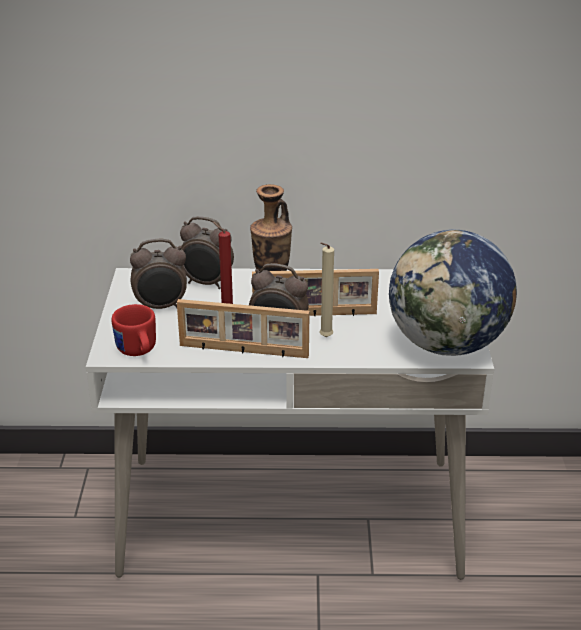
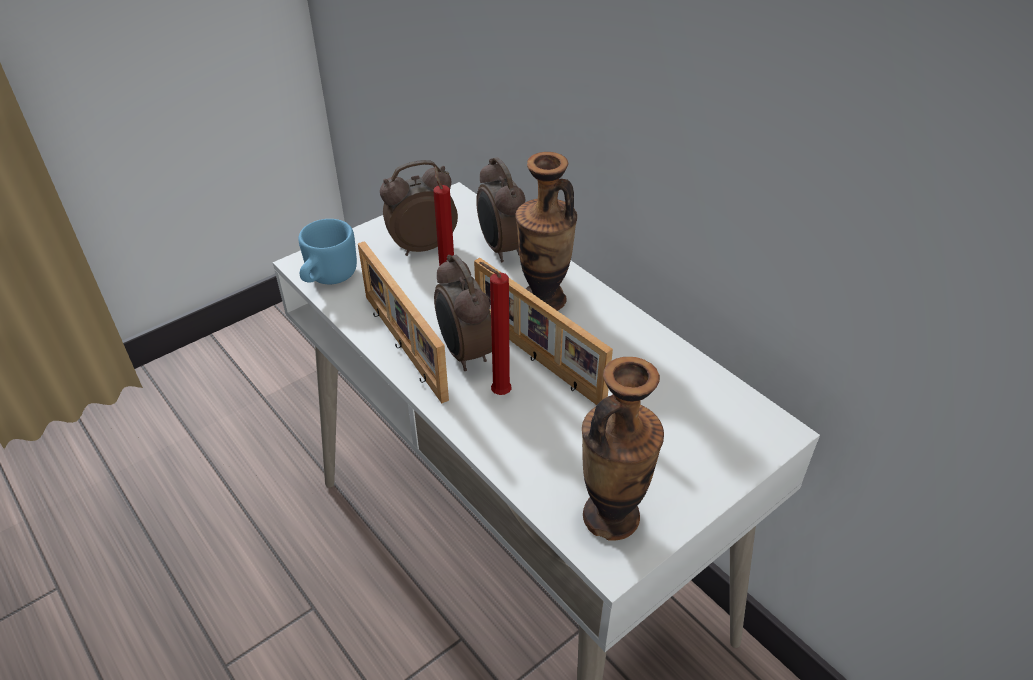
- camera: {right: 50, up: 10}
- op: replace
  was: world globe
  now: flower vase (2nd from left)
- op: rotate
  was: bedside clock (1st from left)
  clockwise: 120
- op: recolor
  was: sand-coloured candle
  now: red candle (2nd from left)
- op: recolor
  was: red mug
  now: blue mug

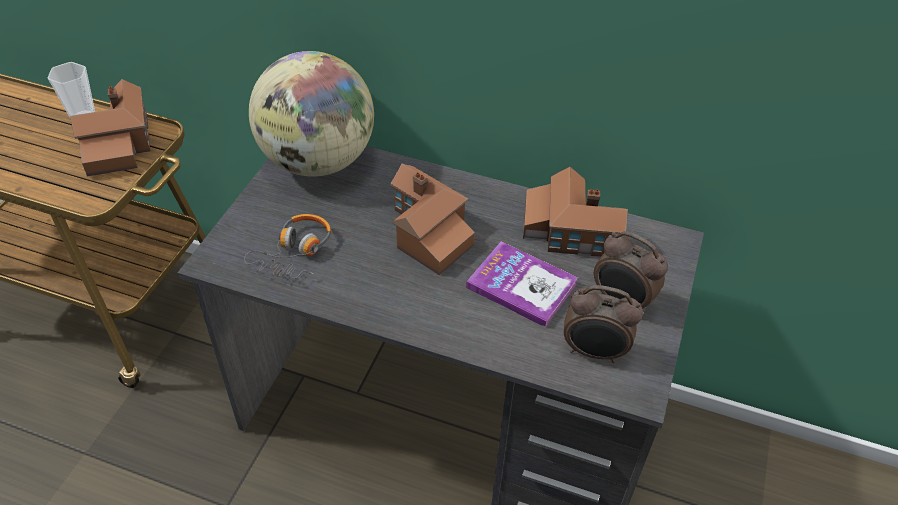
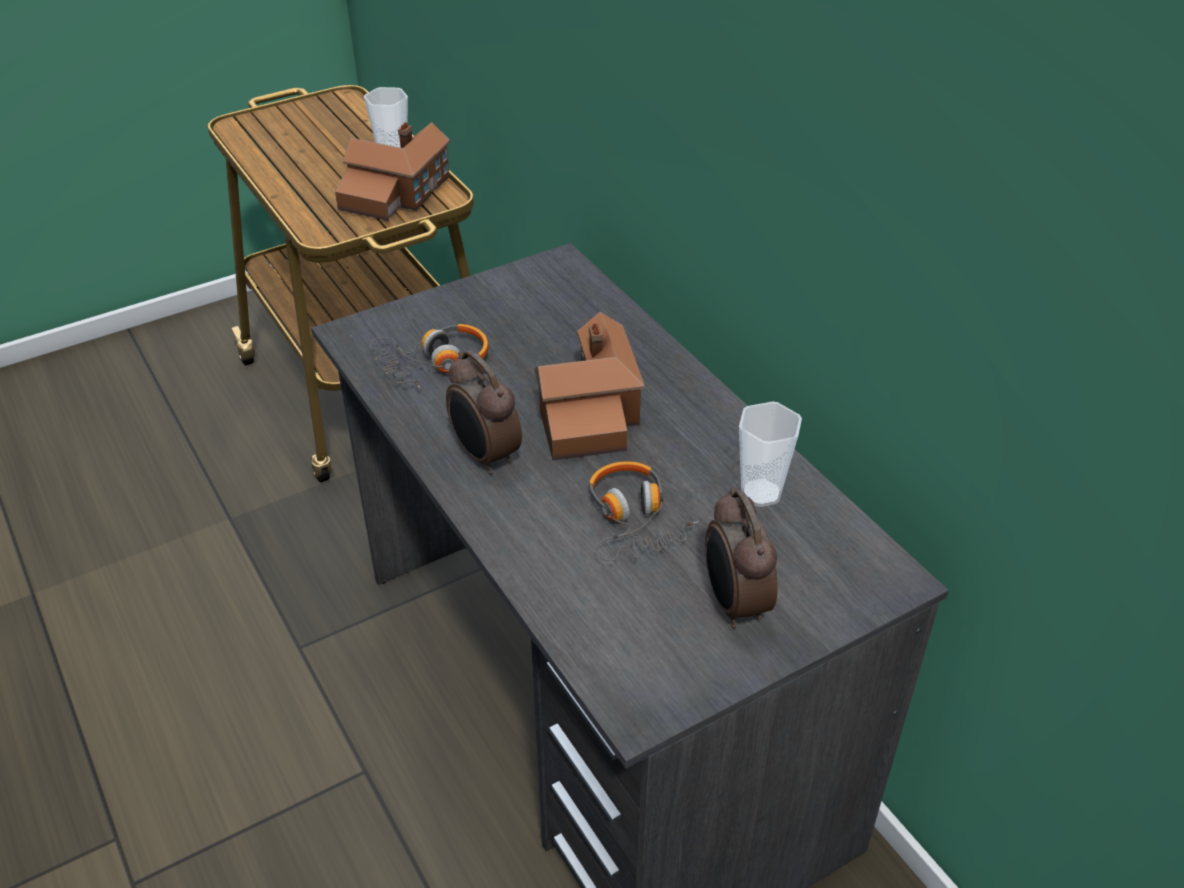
- camera: {right: 40, up: -5}
- op: delete
  was: world globe
- op: replace
  was: model house (3rd from left)
  now: drinking cup (2nd from left)
- op: replace
  was: bound book
  now: headset (2nd from left)
- op: move
  was: bedside clock (1st from left)

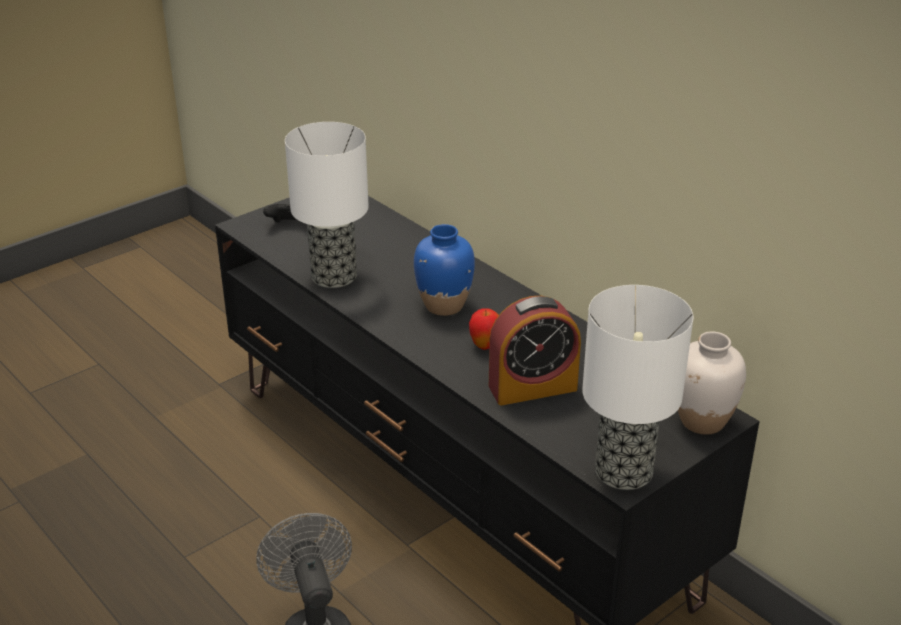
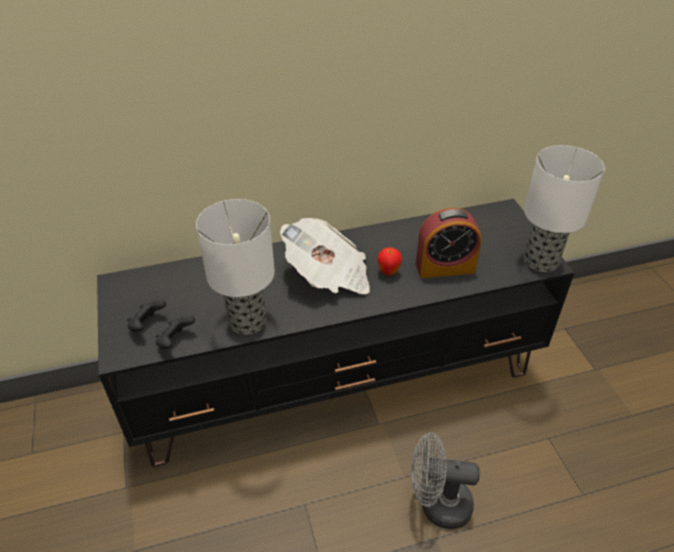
- camera: {right: -65, up: 10}
- op: replace
  was: blue flower vase
  now: printed paper
- op: rotate
  was: bedside clock
  clockwise: 75
- op: delete
  was: whitish flower vase
- op: insert
  now: blackish joypad (2nd from left)

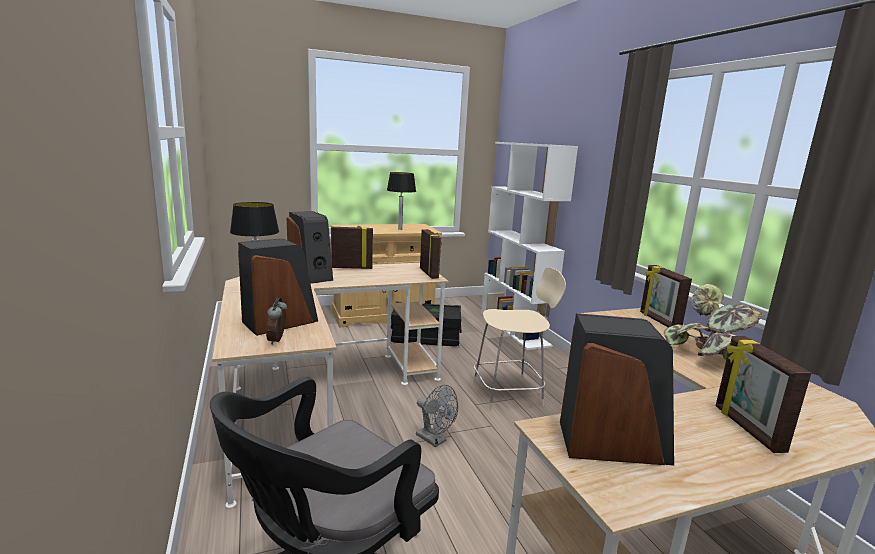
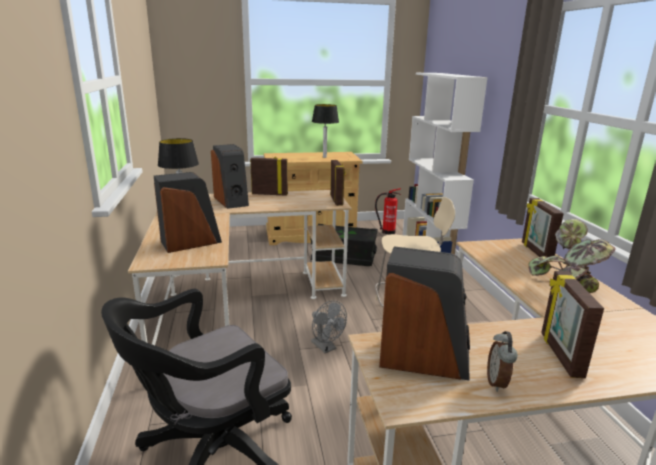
- camera: {right: 10, up: 5}
- op: move
  was: bedside clock
- op: insert
  now: fire extinguisher

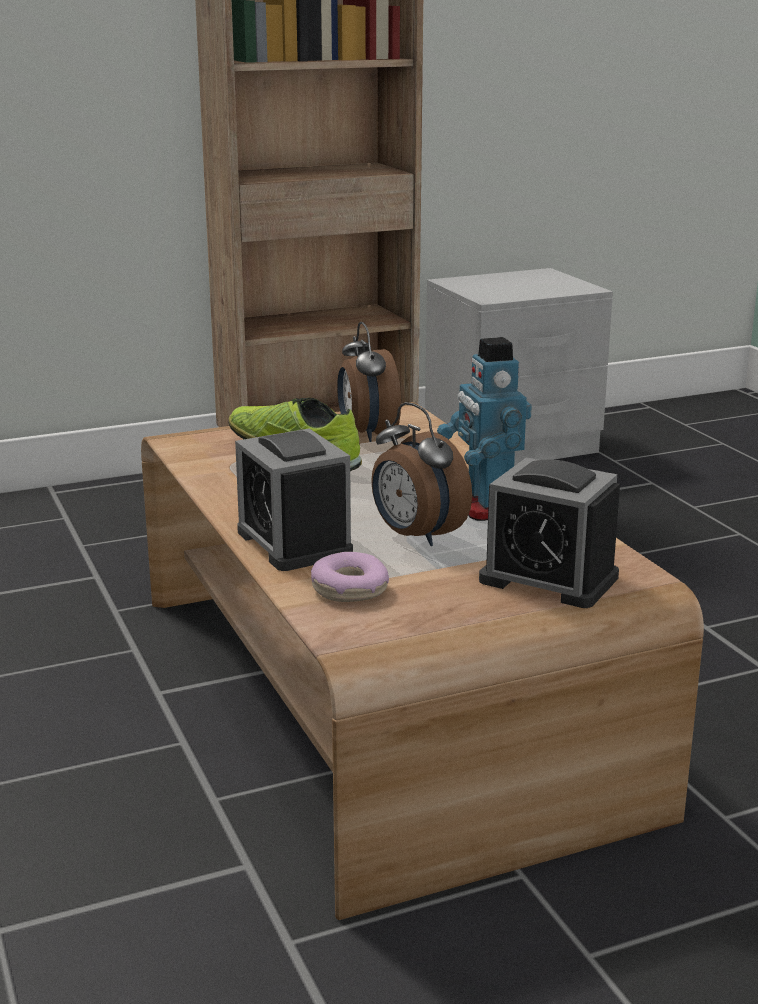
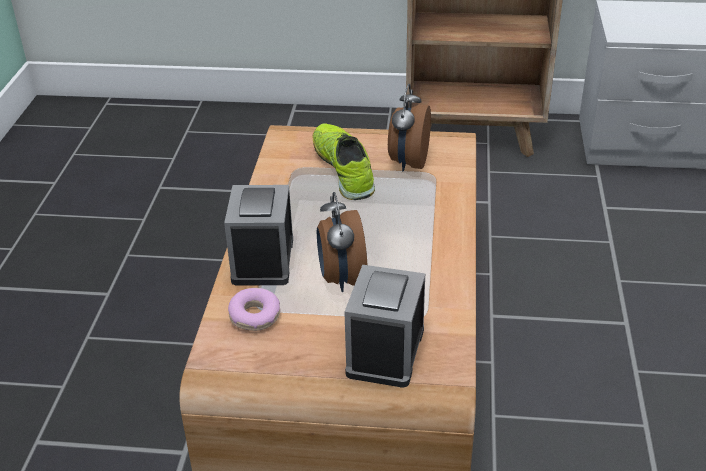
- camera: {right: 30, up: 15}
- op: delete
  was: model robot
- op: rotate
  was: bedside clock (4th from left in the first image)
  clockwise: 45

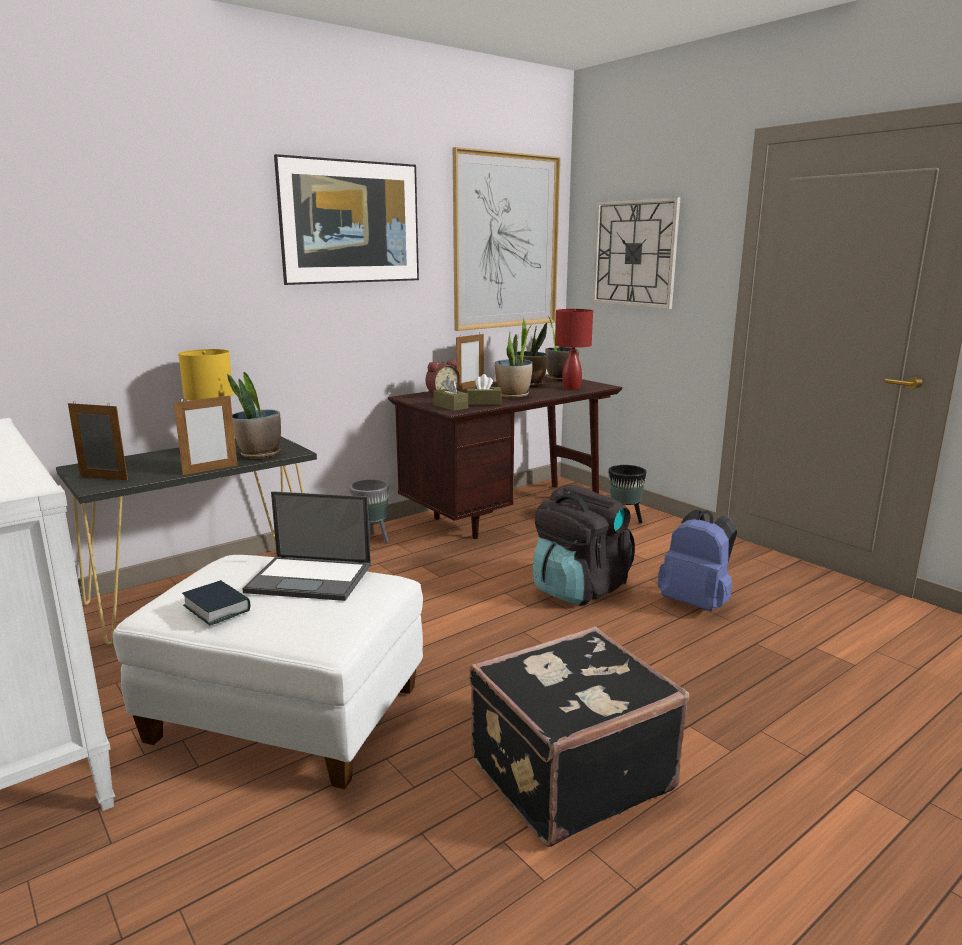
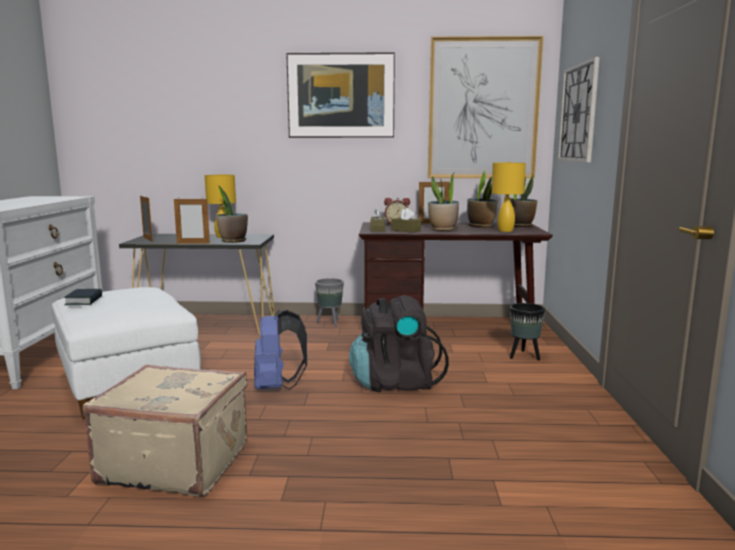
- camera: {right: 40, up: -5}
- op: recolor
  was: red lamp for a table
  now: yellow lamp for a table (2nd from left)
- op: delete
  was: laptop
- op: move
  was: blue rucksack
- op: recolor
  was: blackish suitcase
  now: sand-coloured suitcase

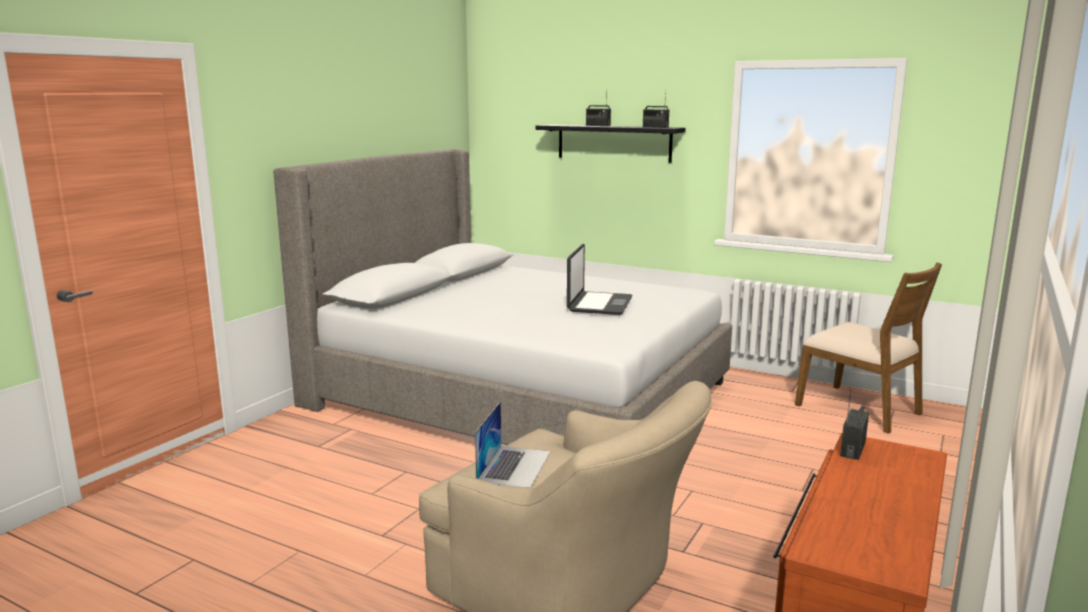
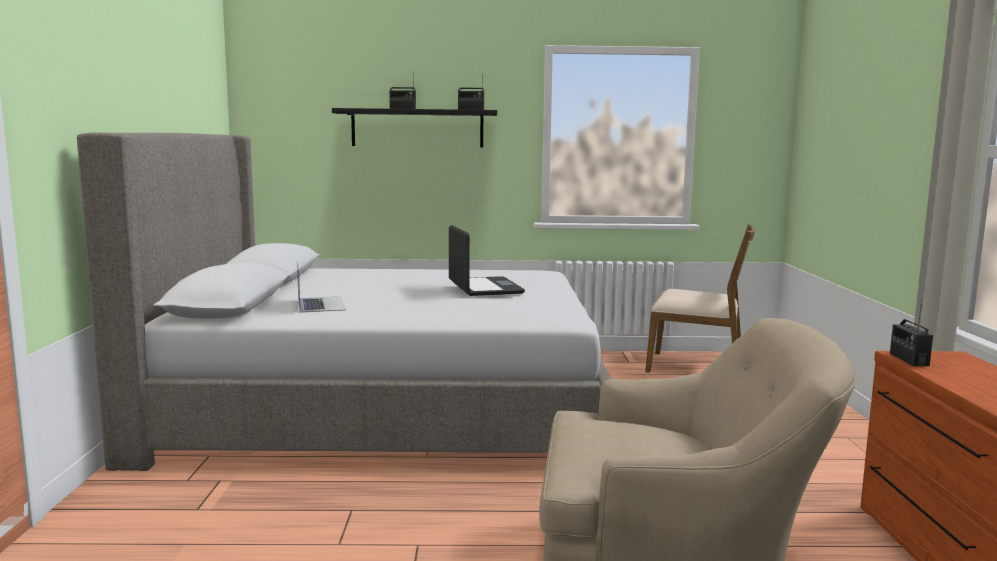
- camera: {right: -30, up: -5}
- op: move
  was: laptop (1st from left)

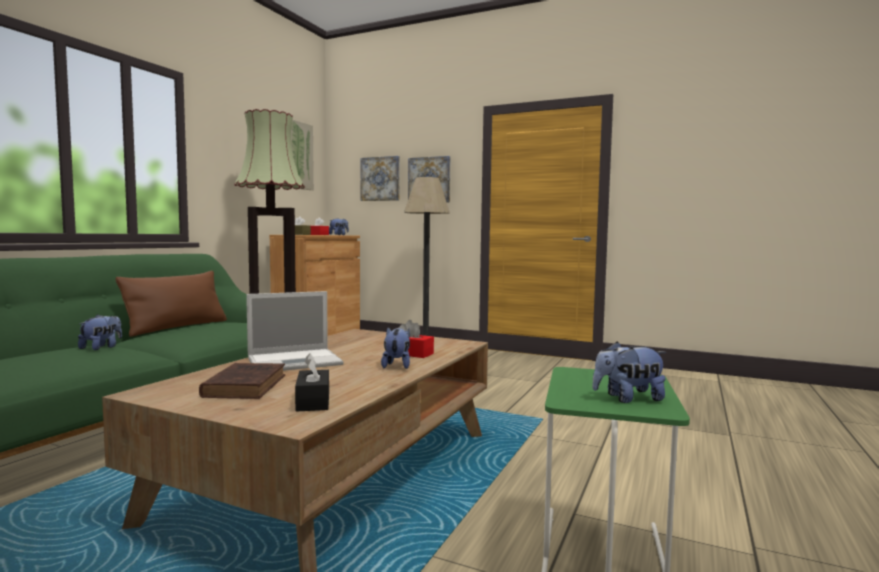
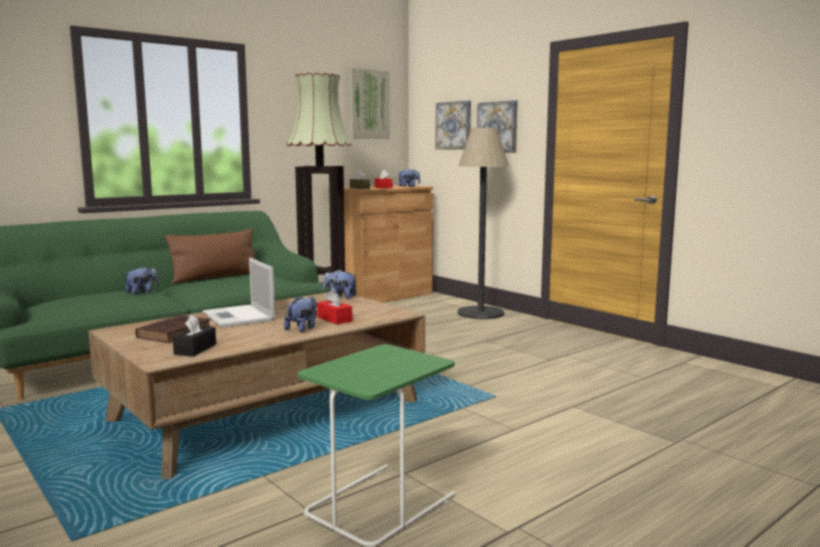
- camera: {right: 25, up: 5}
- op: rotate
  was: laptop
  clockwise: 60
- op: move
  was: plush toy (4th from left in the first image)
  now: plush toy (3rd from left)

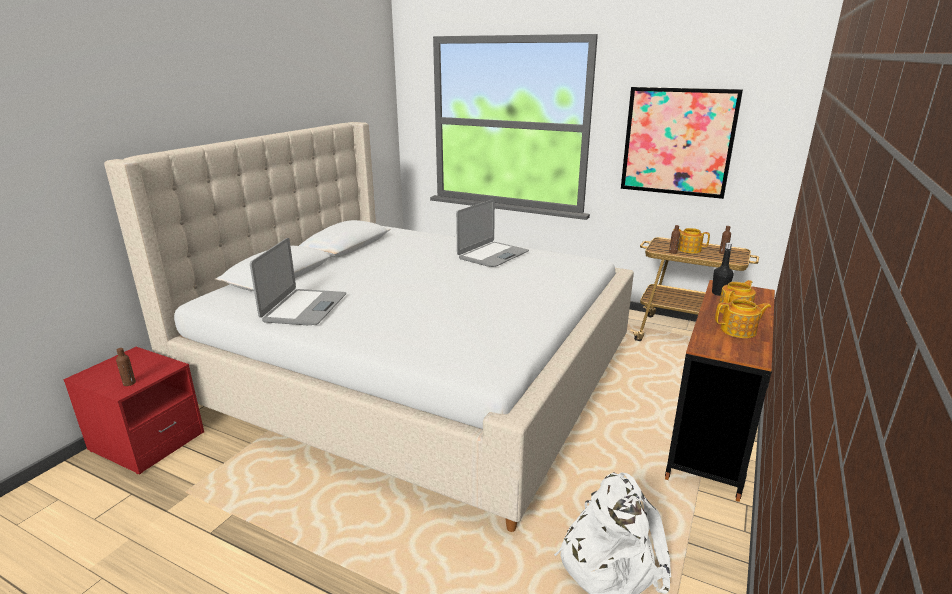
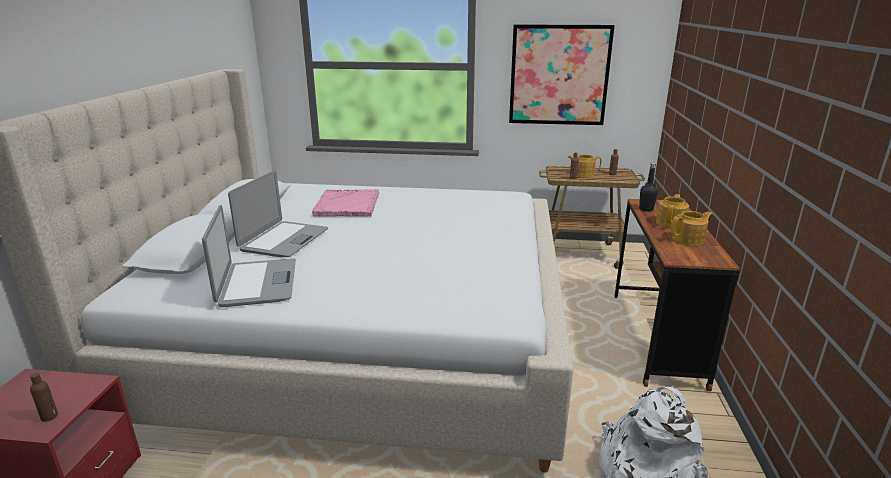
- camera: {right: -20, up: 0}
- op: move
  was: laptop (2nd from left)
- op: insert
  now: pink tray

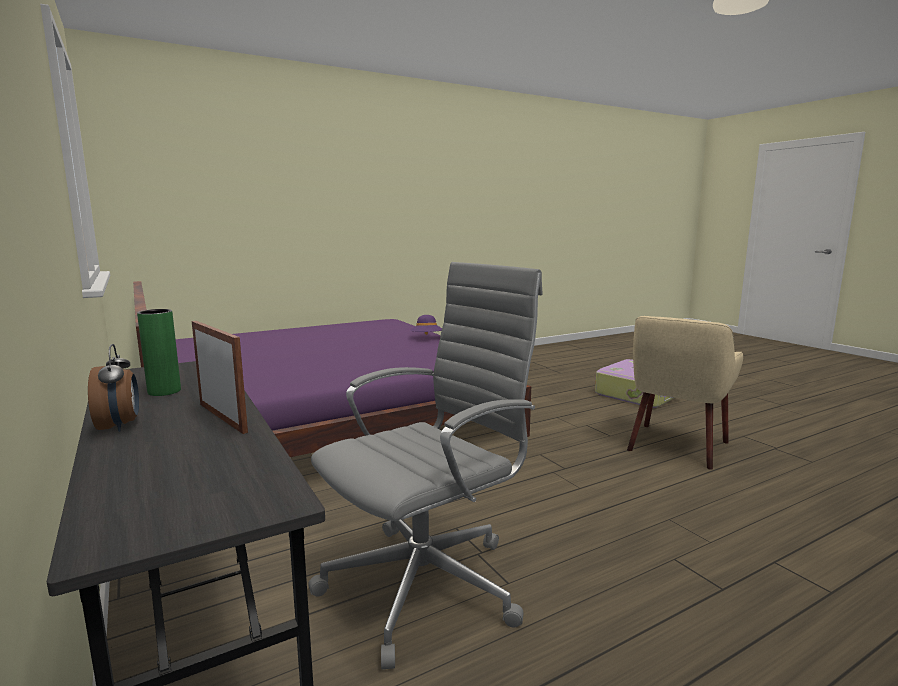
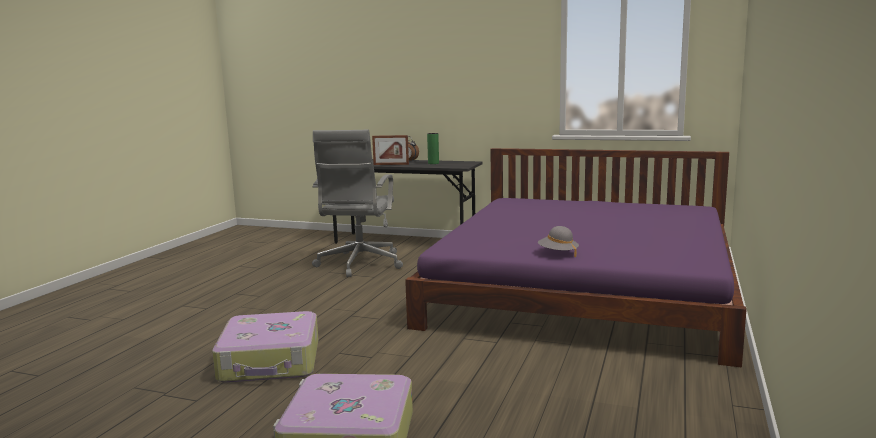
- camera: {right: 140, up: 0}
- op: recolor
  was: purplish hat
  now: grey hat
- op: replace
  was: sand-coloured armchair
  now: suitcase (1st from left)

